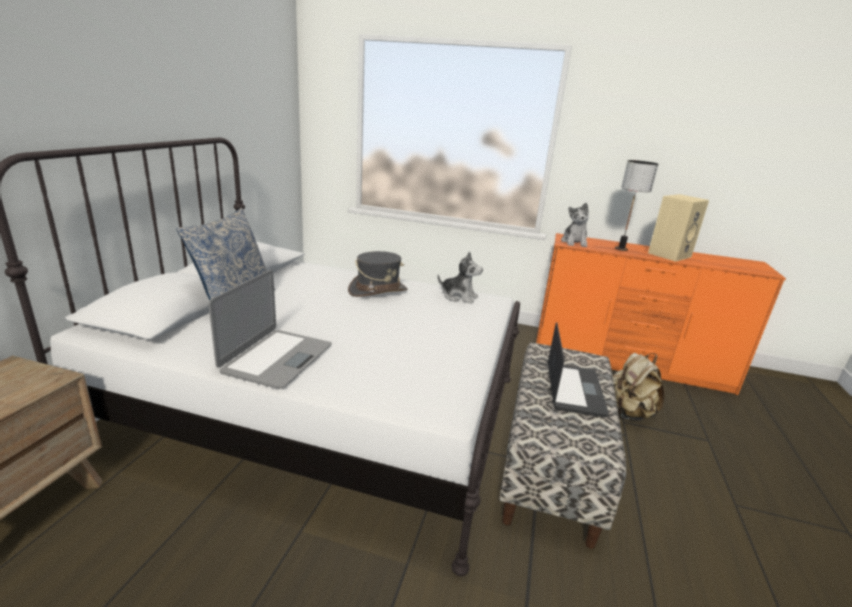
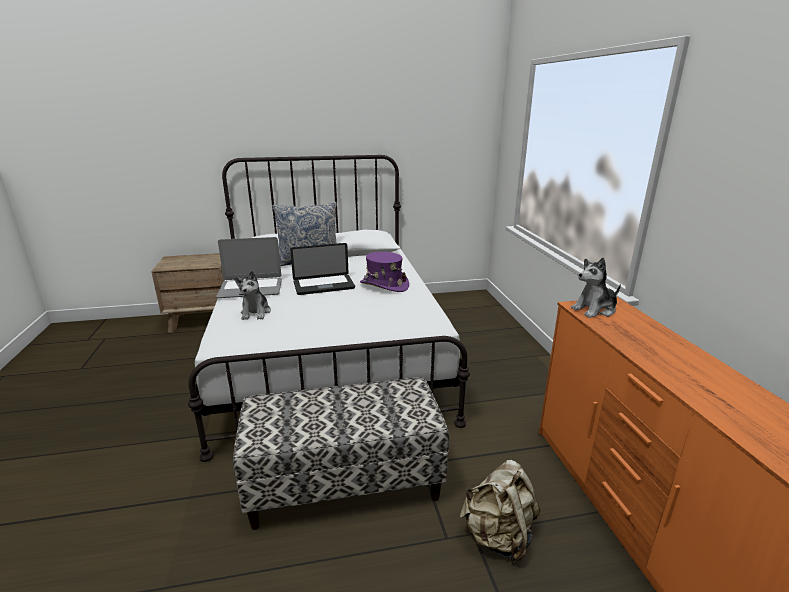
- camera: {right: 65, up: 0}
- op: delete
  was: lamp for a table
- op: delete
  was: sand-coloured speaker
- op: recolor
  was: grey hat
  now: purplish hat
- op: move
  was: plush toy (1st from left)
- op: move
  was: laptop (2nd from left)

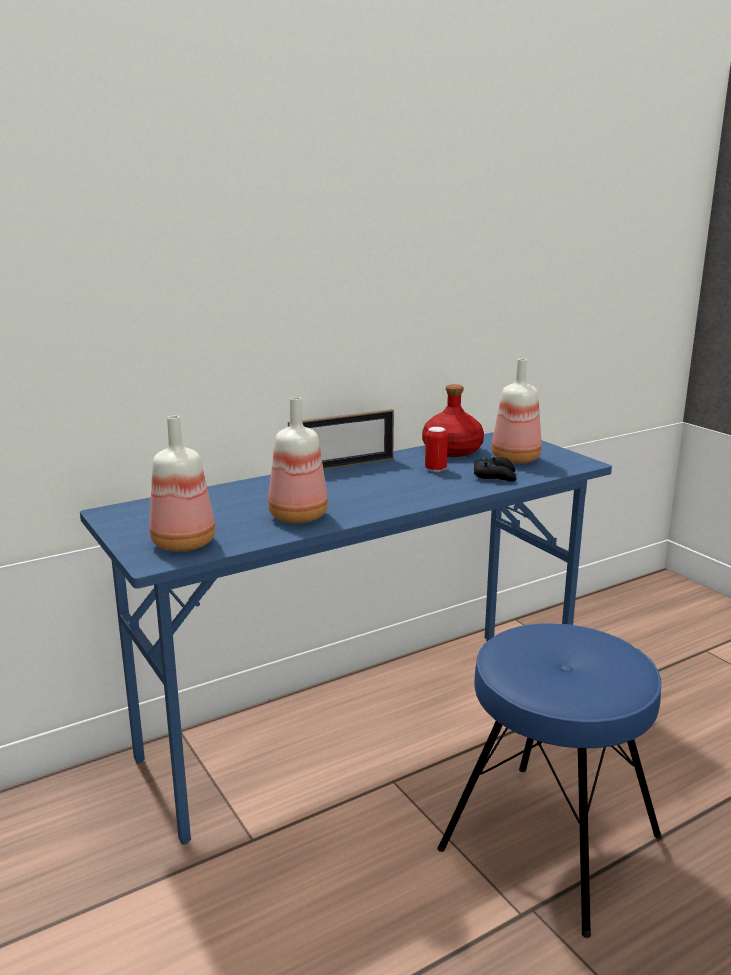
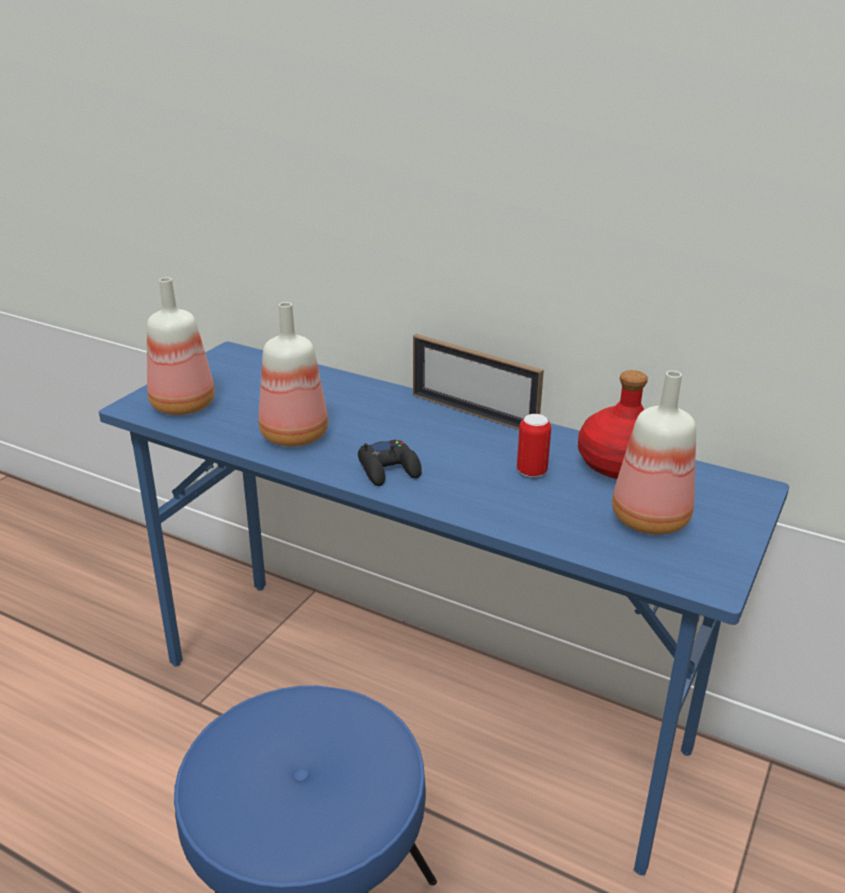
- camera: {right: 60, up: 10}
- op: move
  was: blackish joypad

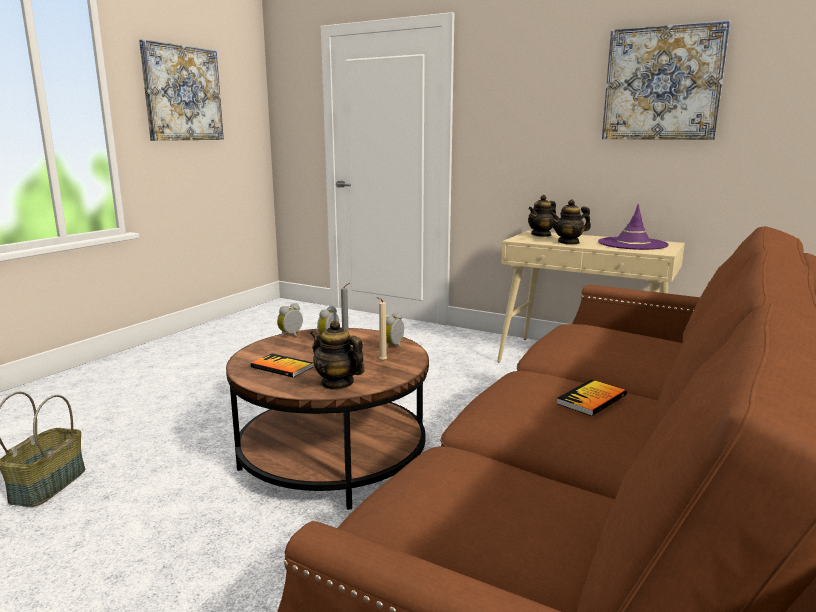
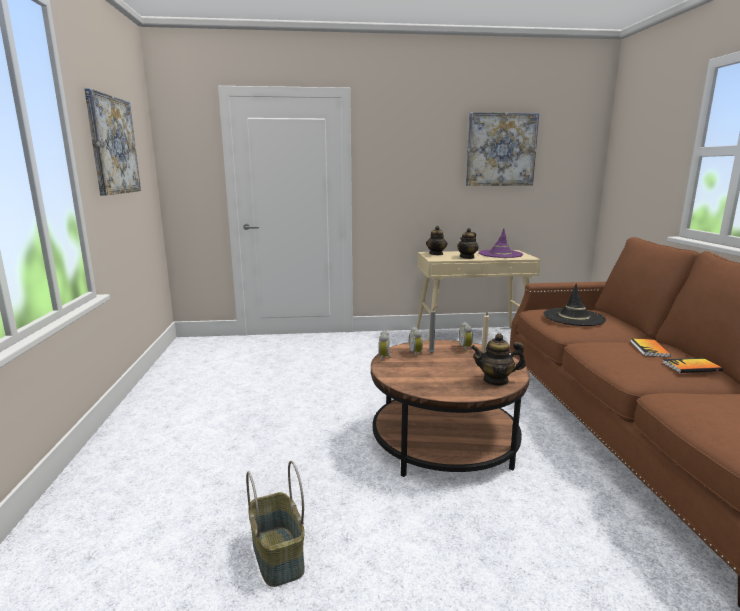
- camera: {right: -35, up: 0}
- op: move
  was: bound book (1st from left in the first image)
  now: bound book (2nd from left)
- op: insert
  now: blackish hat

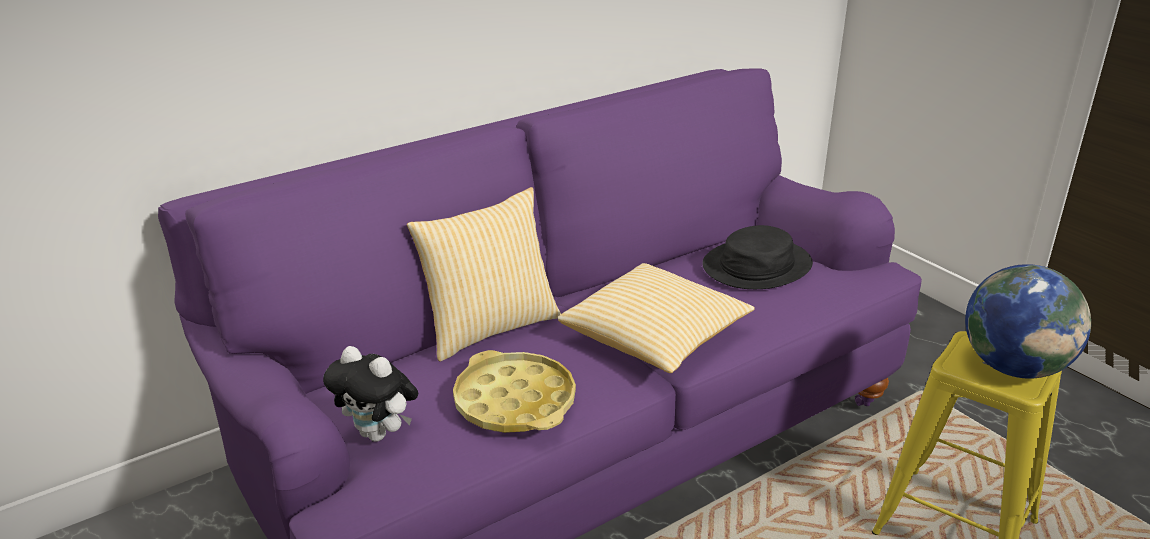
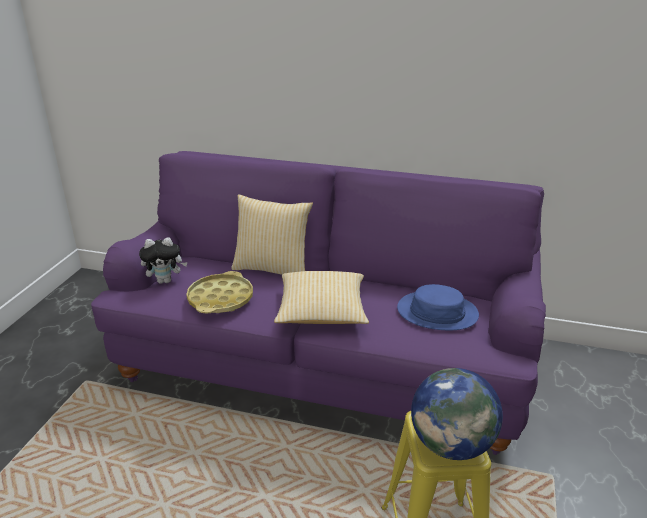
- camera: {right: 50, up: 0}
- op: recolor
  was: blackish hat
  now: blue hat
- op: rotate
  was: plush toy
  clockwise: -90

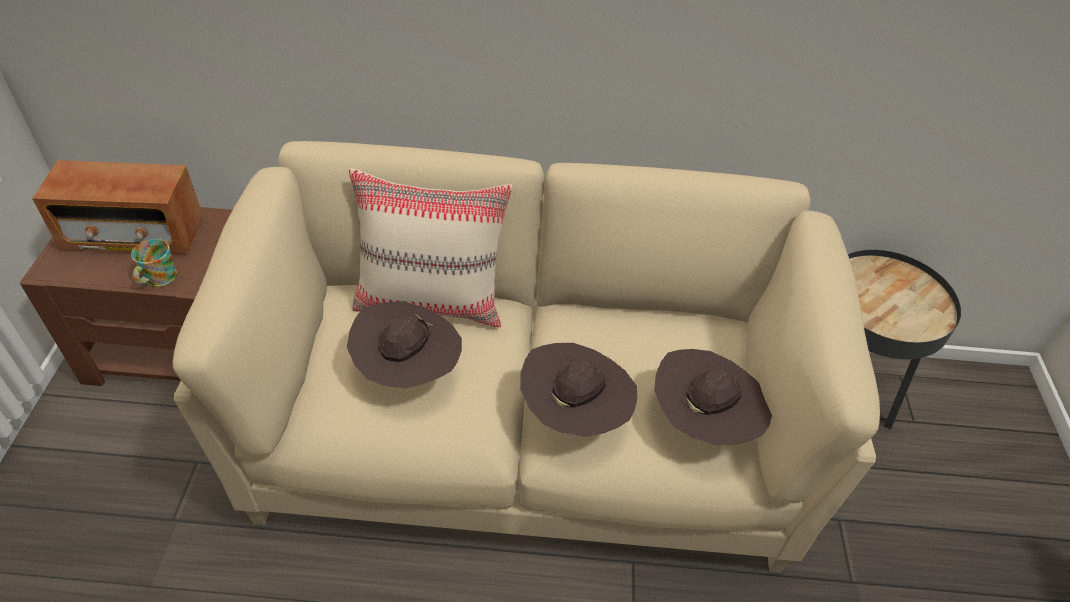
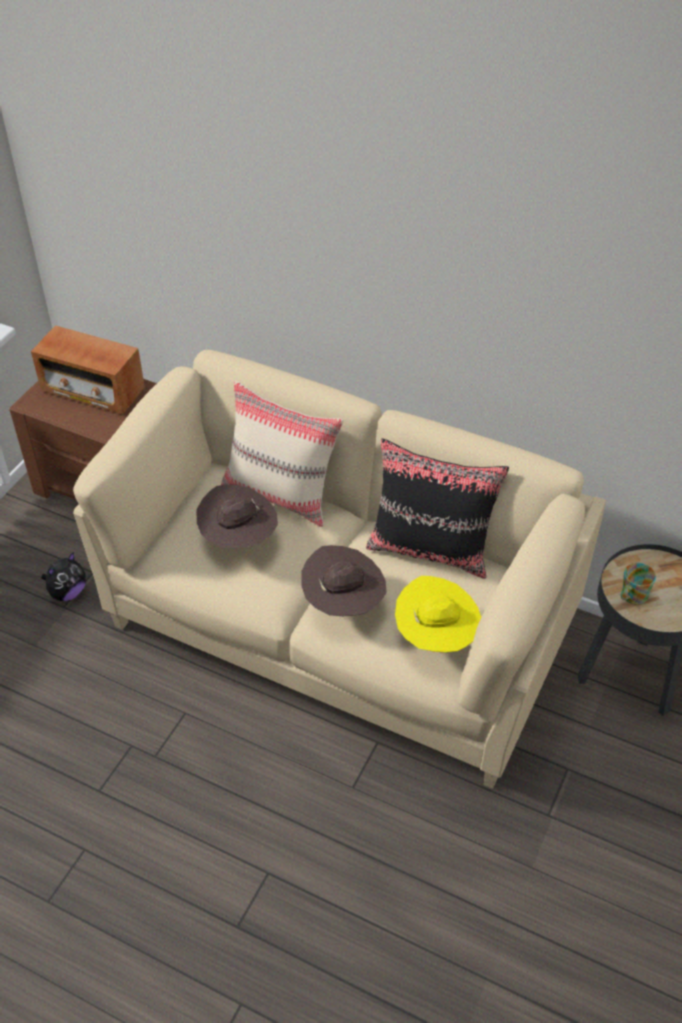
- camera: {right: 25, up: 0}
- op: move
  was: mug
- op: recolor
  was: brown-coloured hat (3rd from left)
  now: yellow hat
- op: insert
  now: blackish cushion
- op: insert
  now: plush toy

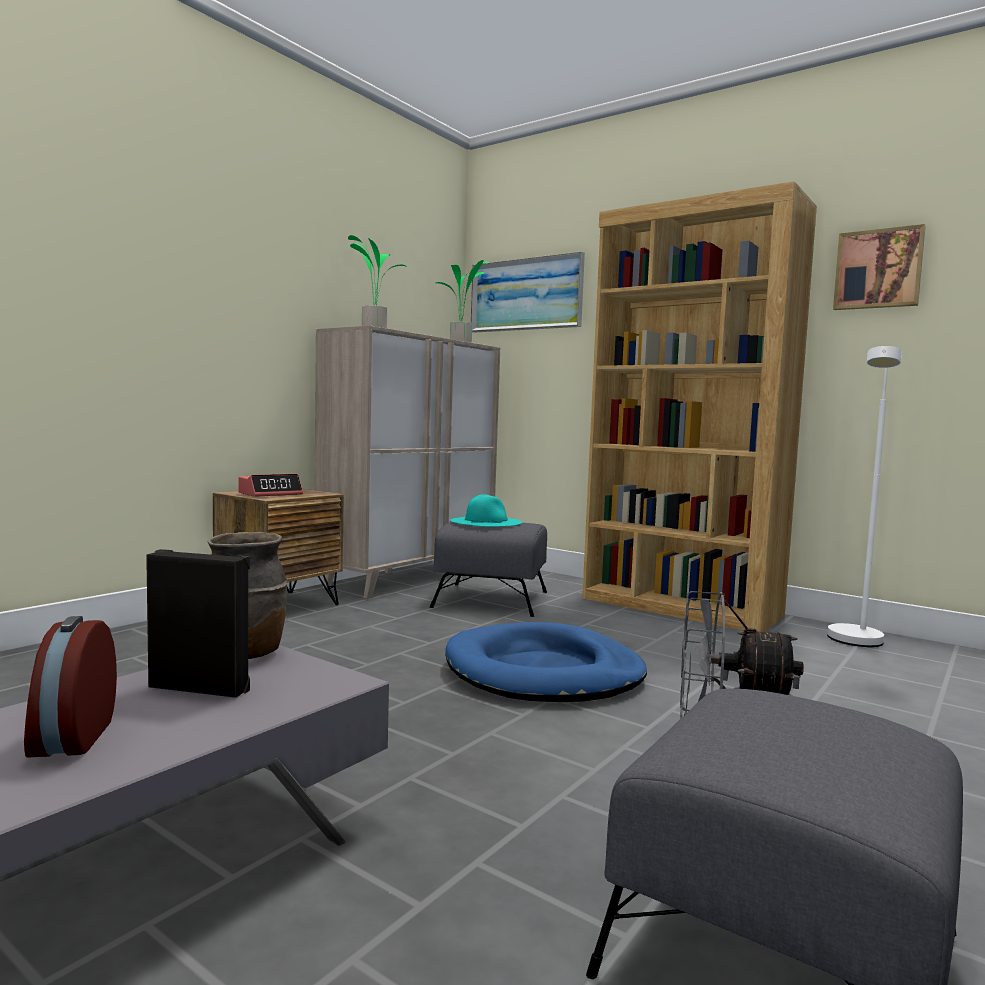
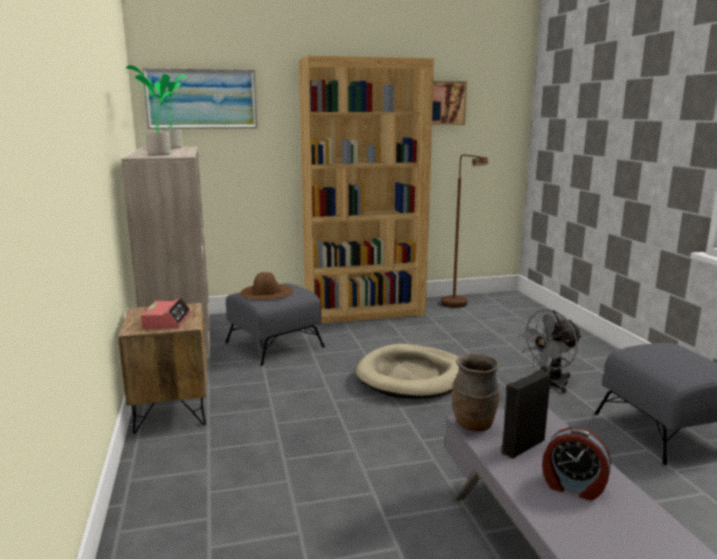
- camera: {right: -50, up: 10}
- op: recolor
  was: whitish standing lamp
  now: brown-coloured standing lamp
- op: recolor
  was: turquoise hat
  now: brown-coloured hat
- op: recolor
  was: blue pet bed
  now: sand-coloured pet bed

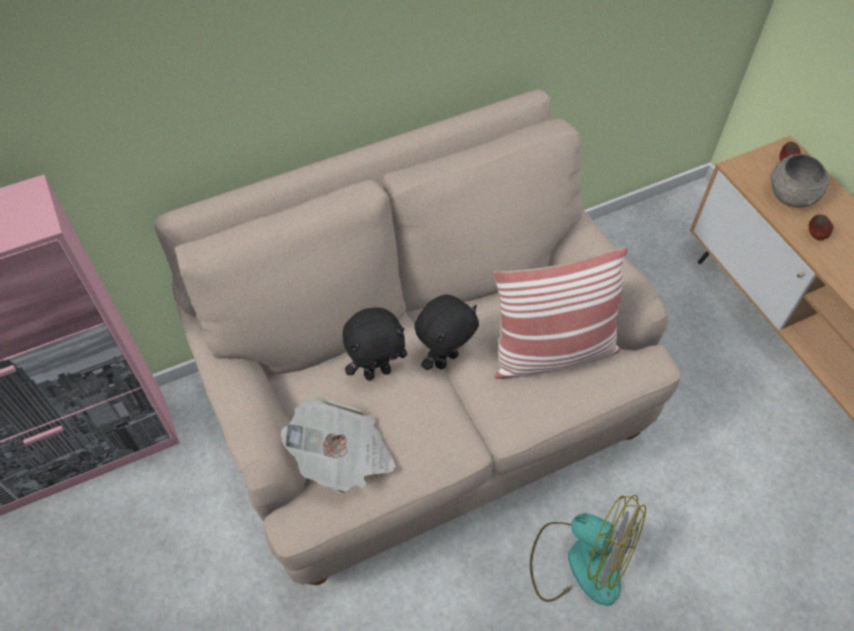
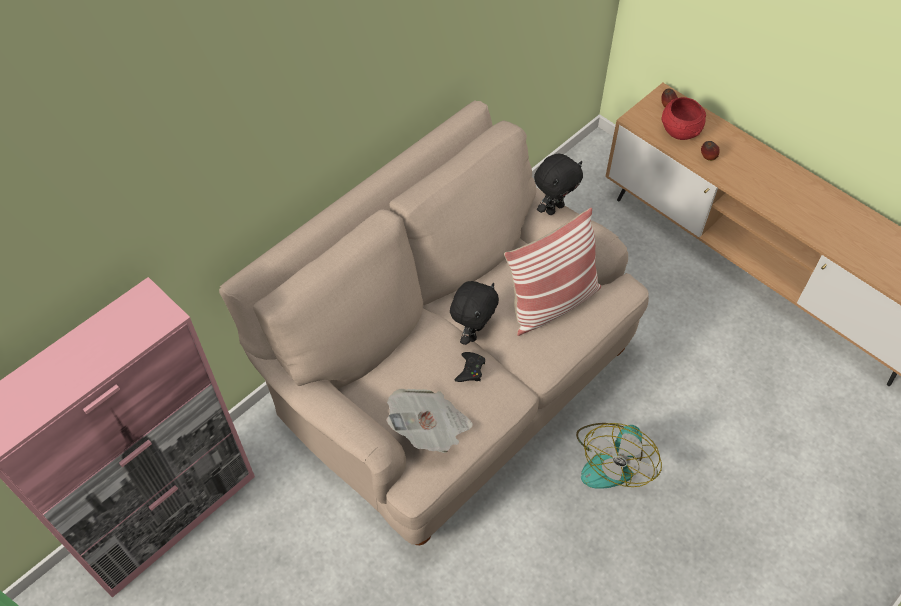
- camera: {right: -20, up: 0}
- op: recolor
  was: grey bowl
  now: red bowl
- op: move
  was: blackish plush toy (1st from left in the first image)
  now: blackish plush toy (2nd from left)
- op: rotate
  was: electric fan
  clockwise: 105
- op: insert
  now: blackish joypad

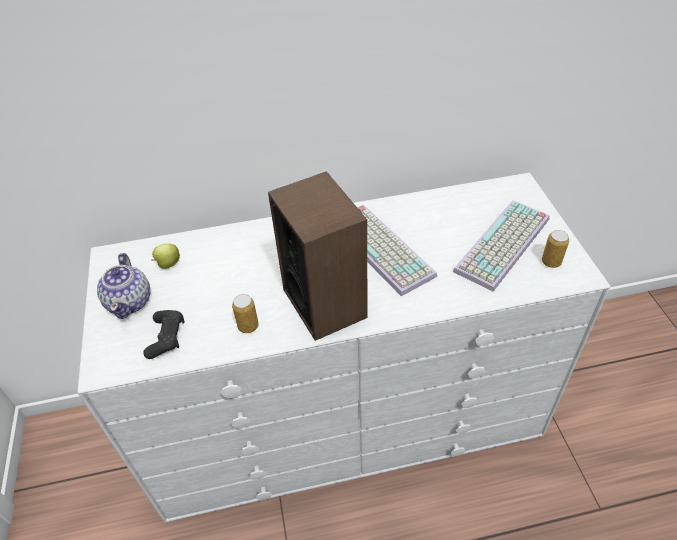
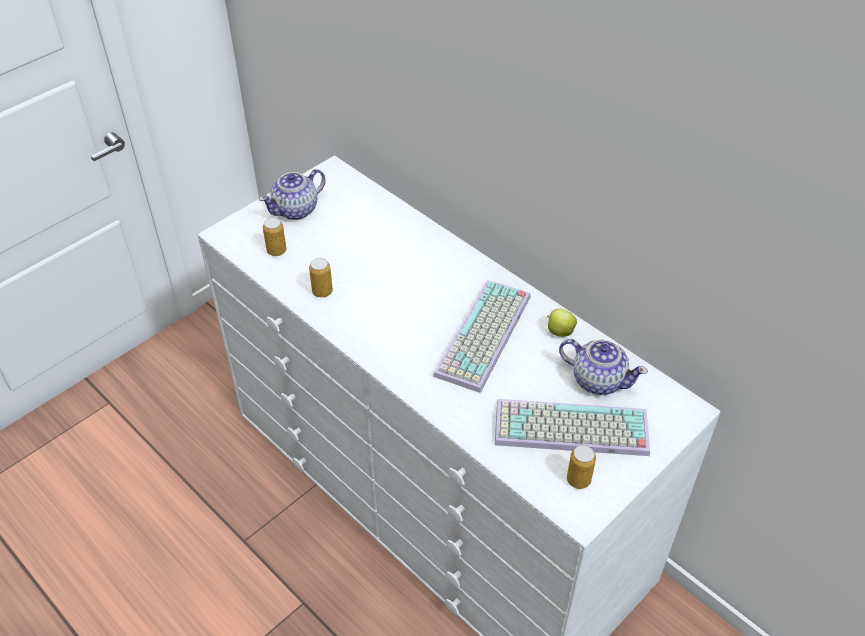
- camera: {right: 55, up: 0}
- op: delete
  was: speaker
- op: move
  was: apple fruit
- op: replace
  was: blackish joypad
  now: metal can (1st from left)
- op: insert
  now: teapot (2nd from left)

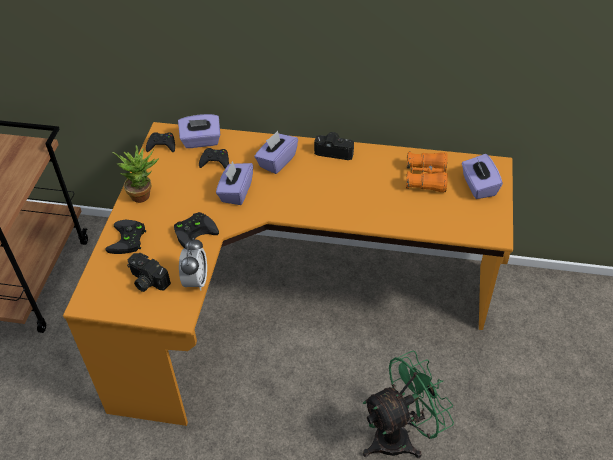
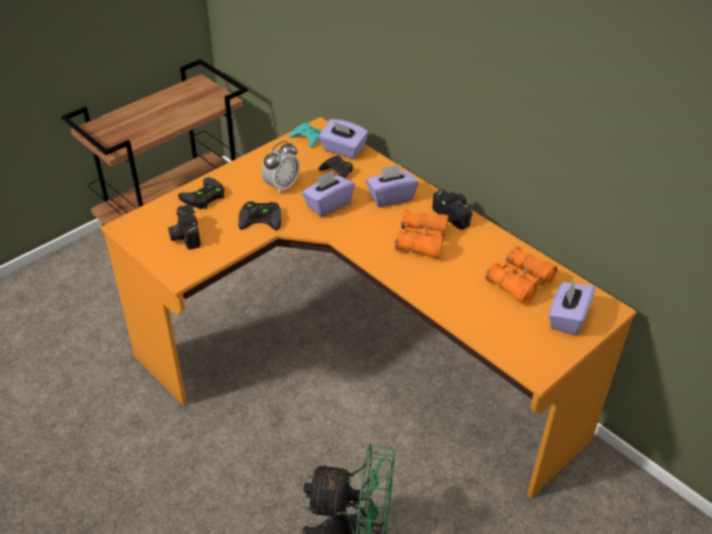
- camera: {right: 35, up: -5}
- op: recolor
  was: blackish joypad (2nd from left)
  now: turquoise joypad
- op: delete
  was: potted plant
- op: move
  was: bedside clock
- op: insert
  now: orange-coloured binoculars (1st from left)

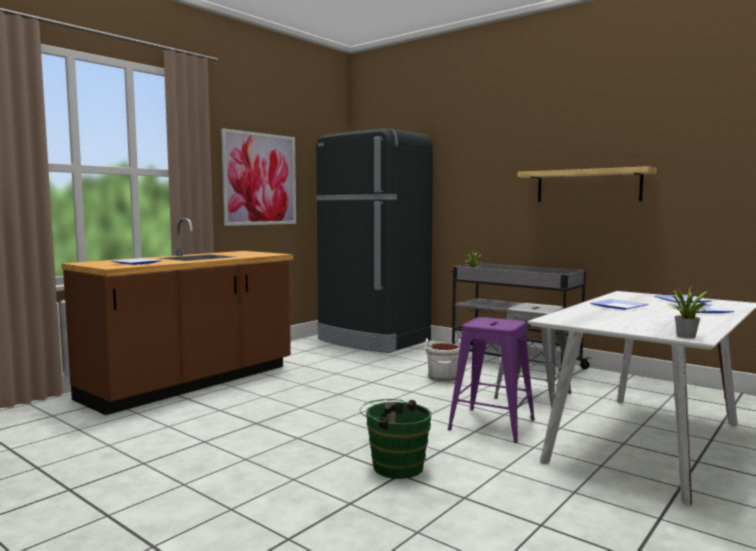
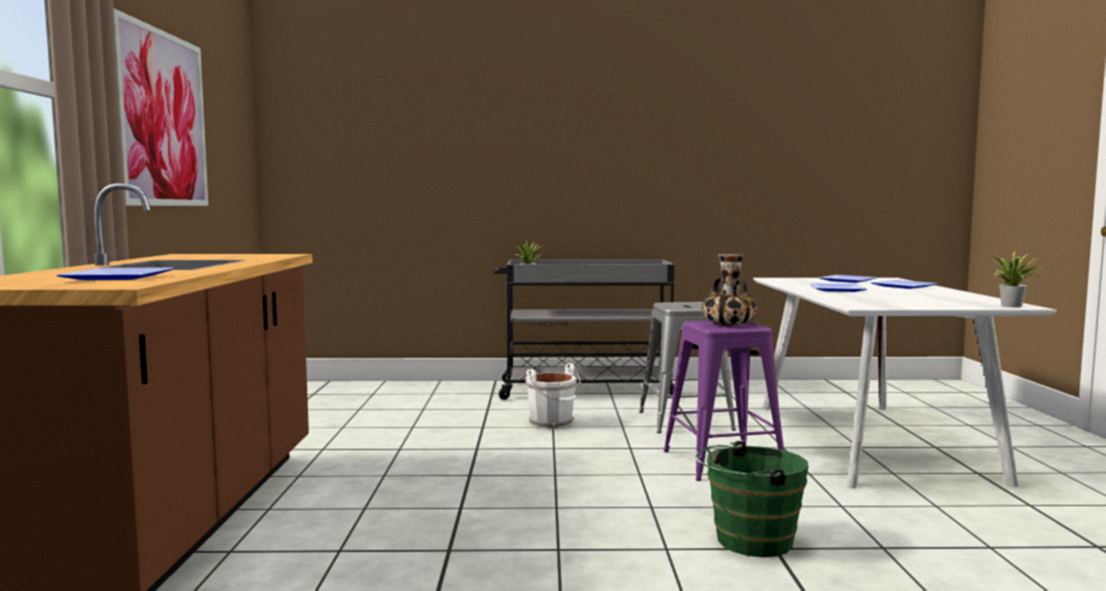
- camera: {right: -40, up: 0}
- op: delete
  was: blackish kitchen fridge
- op: delete
  was: bracket shelf
- op: insert
  now: flower vase

